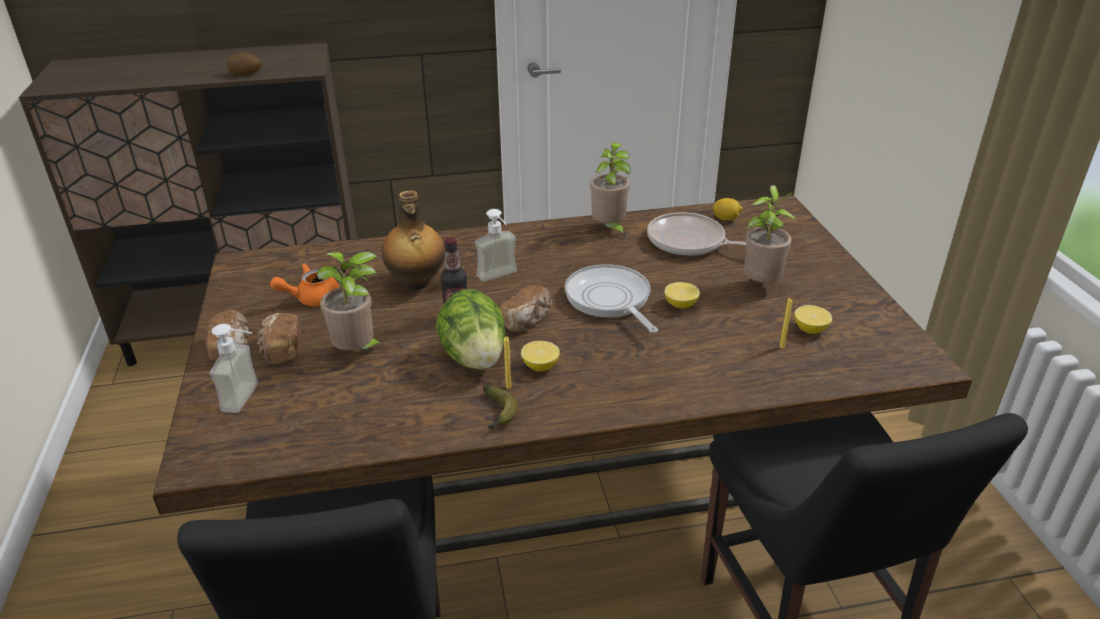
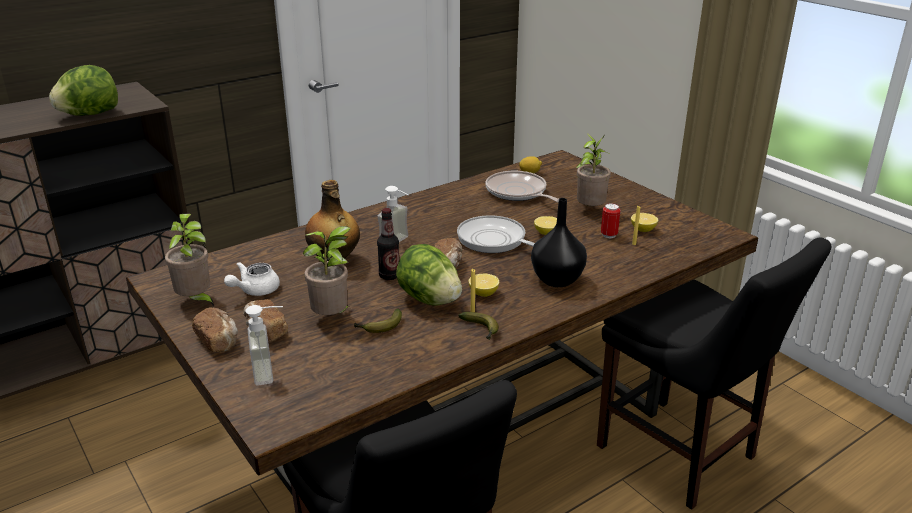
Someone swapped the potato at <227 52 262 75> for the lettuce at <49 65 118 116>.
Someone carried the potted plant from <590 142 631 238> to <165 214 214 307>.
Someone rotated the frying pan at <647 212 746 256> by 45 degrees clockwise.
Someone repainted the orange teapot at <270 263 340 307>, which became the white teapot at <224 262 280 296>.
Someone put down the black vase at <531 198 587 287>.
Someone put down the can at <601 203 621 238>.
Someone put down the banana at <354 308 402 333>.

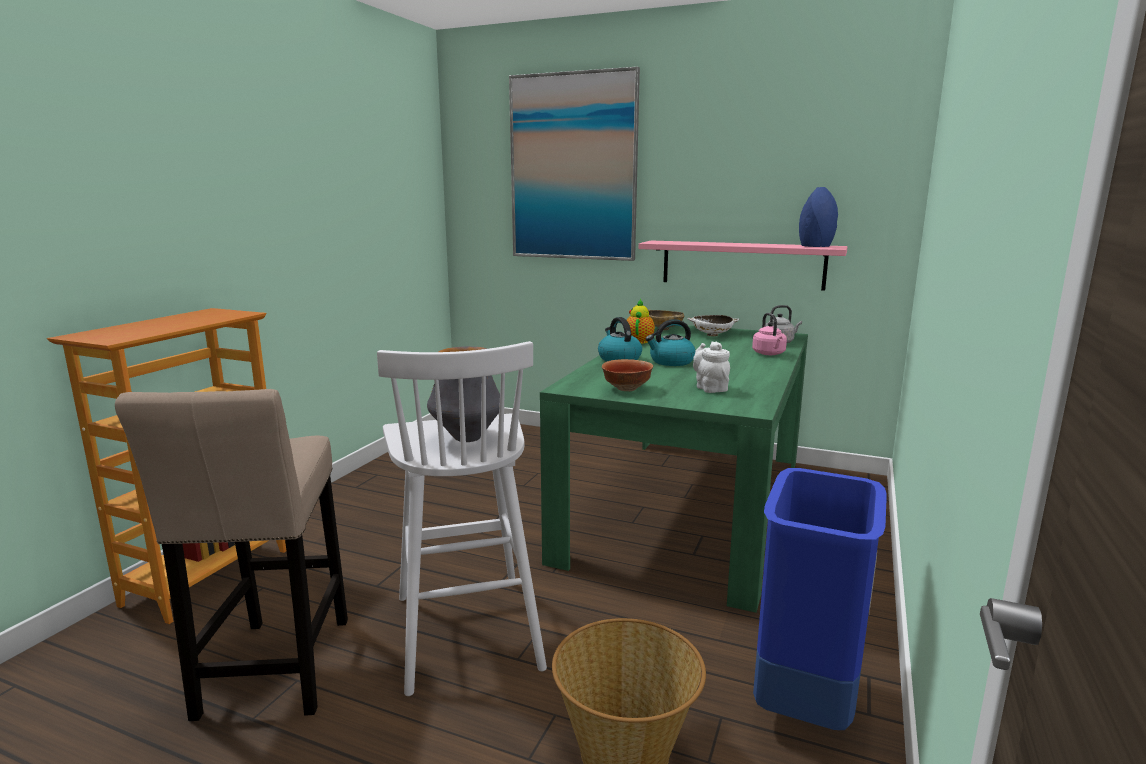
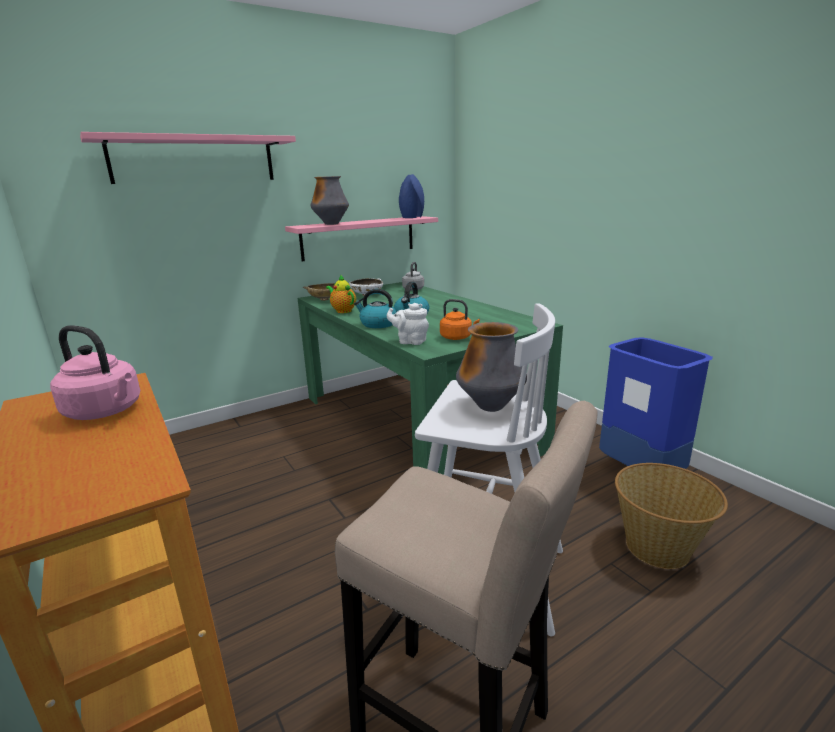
Someone swapped the picture at <509 67 640 261> for the pink shelf at <80 132 296 184>.
Someone carried the pink kettle from <752 313 787 355> to <50 325 140 420>.
Someone carried the white teapot from <693 341 730 393> to <387 303 429 345>.
Someone swapped the bowl at <602 359 653 391> for the orange kettle at <440 299 480 340>.
Someone put down the vase at <310 176 349 225>.

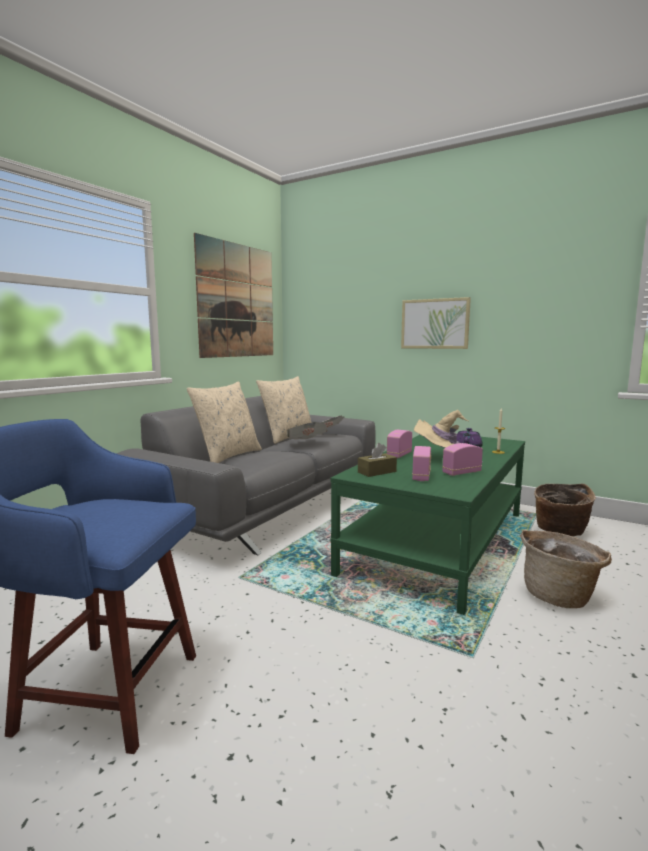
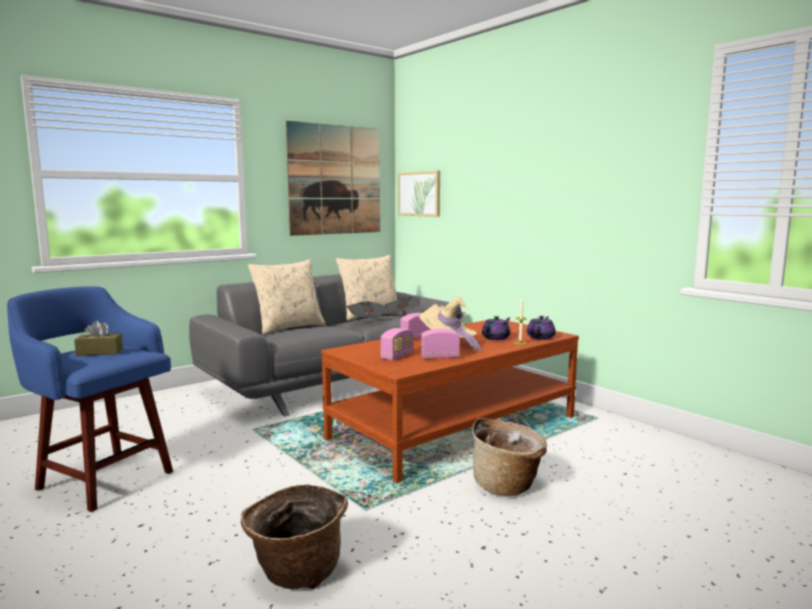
Someone carried the picture from <401 297 471 349> to <398 170 440 217>.
Someone repainted the green coffee table at <330 434 525 615>, which became the brown coffee table at <321 320 579 483>.
Someone carried the brown tissue box from <358 443 397 477> to <74 321 123 356>.
Someone carried the basket from <534 484 596 536> to <241 484 348 589>.
Someone put down the purple teapot at <527 316 556 340>.

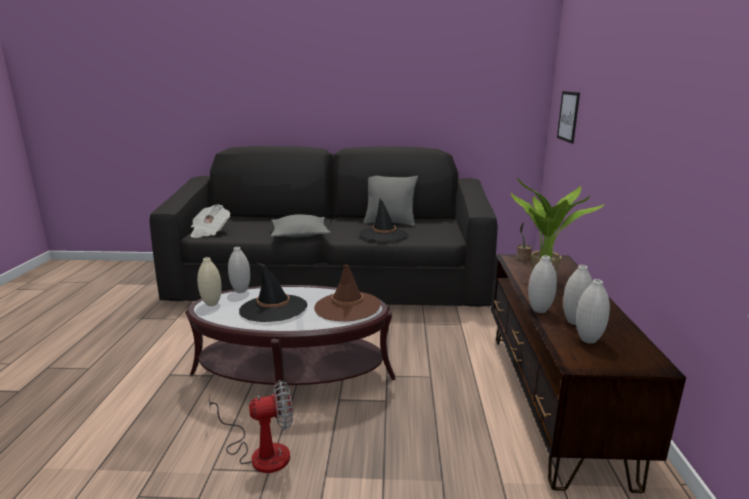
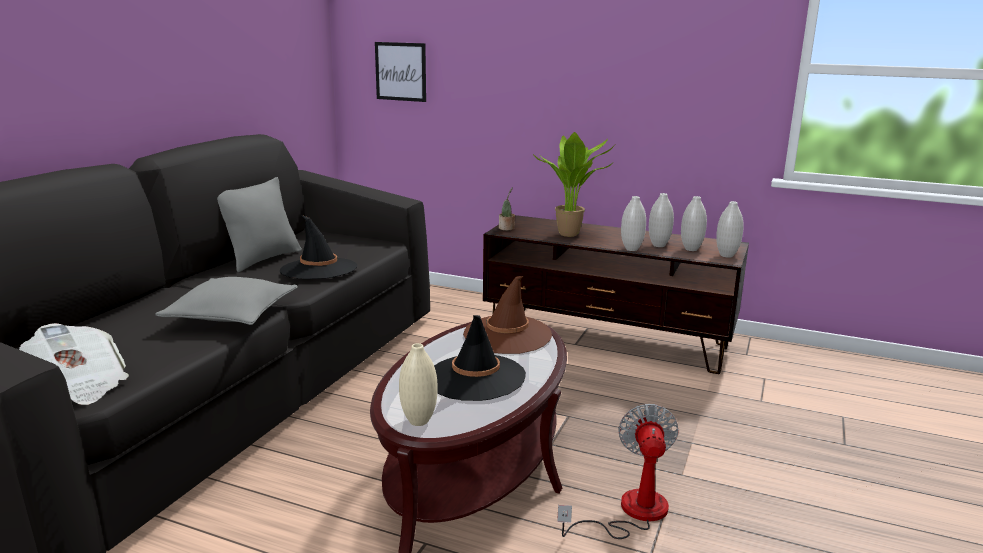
Someone carried the white vase from <228 247 250 293> to <716 201 744 258>.

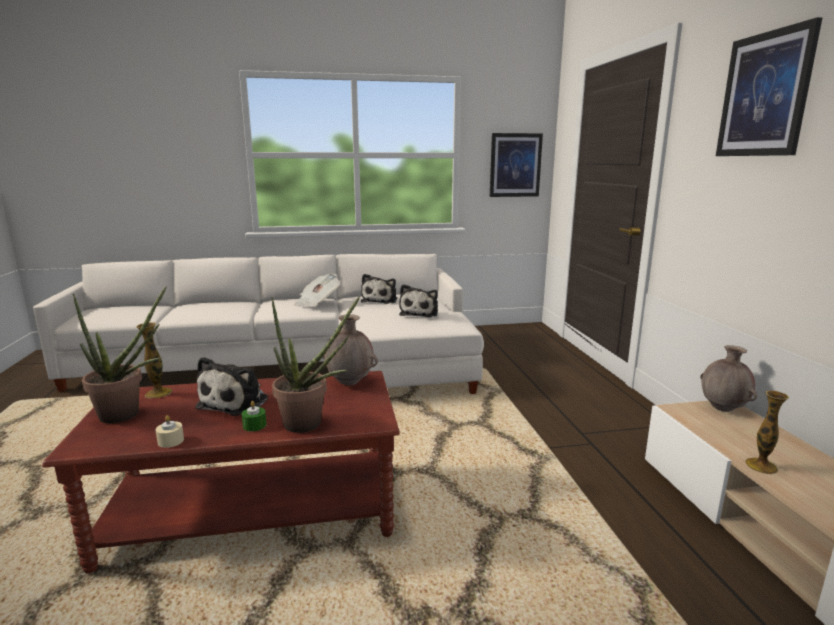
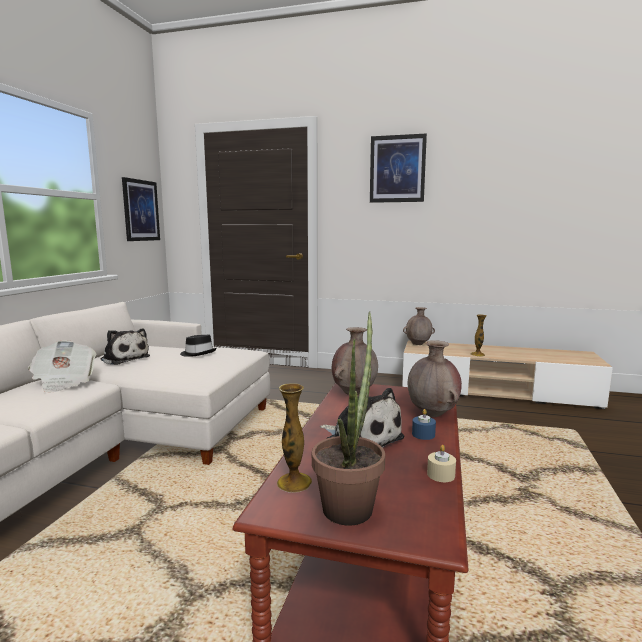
Someone swapped the plush toy at <399 284 438 317> for the black hat at <180 335 216 357>.
Someone swapped the potted plant at <271 296 360 433> for the brown vase at <408 340 462 417>.
Someone repainted the green candle at <242 401 267 431>, which became the blue candle at <412 409 436 440>.

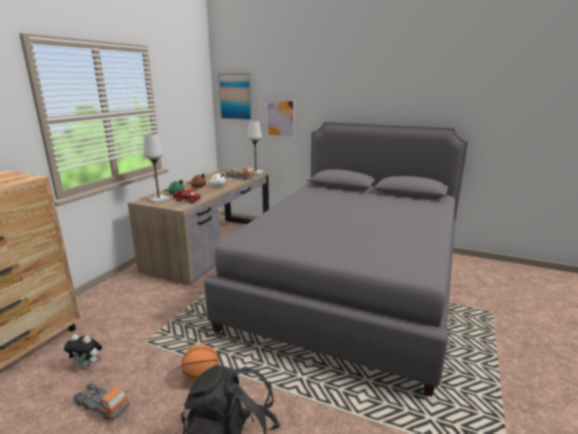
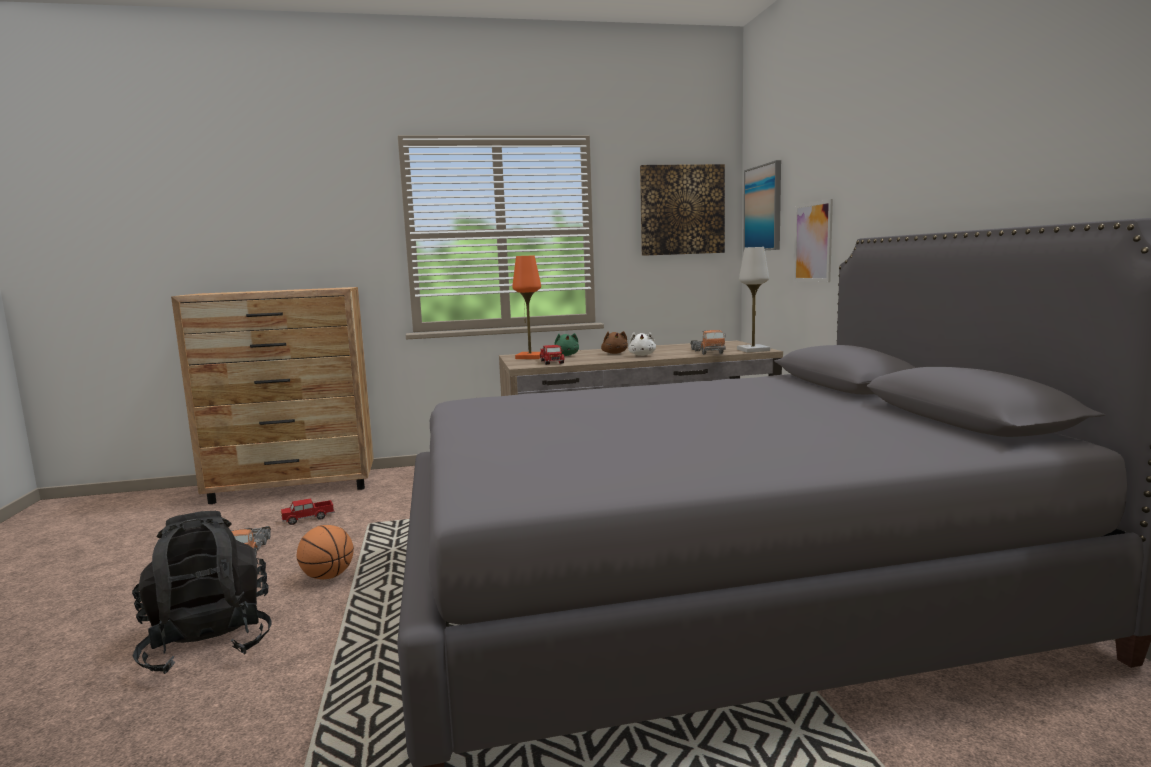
Someone repainted the white table lamp at <143 133 170 203>, which became the orange table lamp at <512 256 541 359>.
Someone swapped the plush toy at <64 334 102 368> for the toy truck at <281 498 335 525>.
Someone put up the picture at <640 164 725 256>.

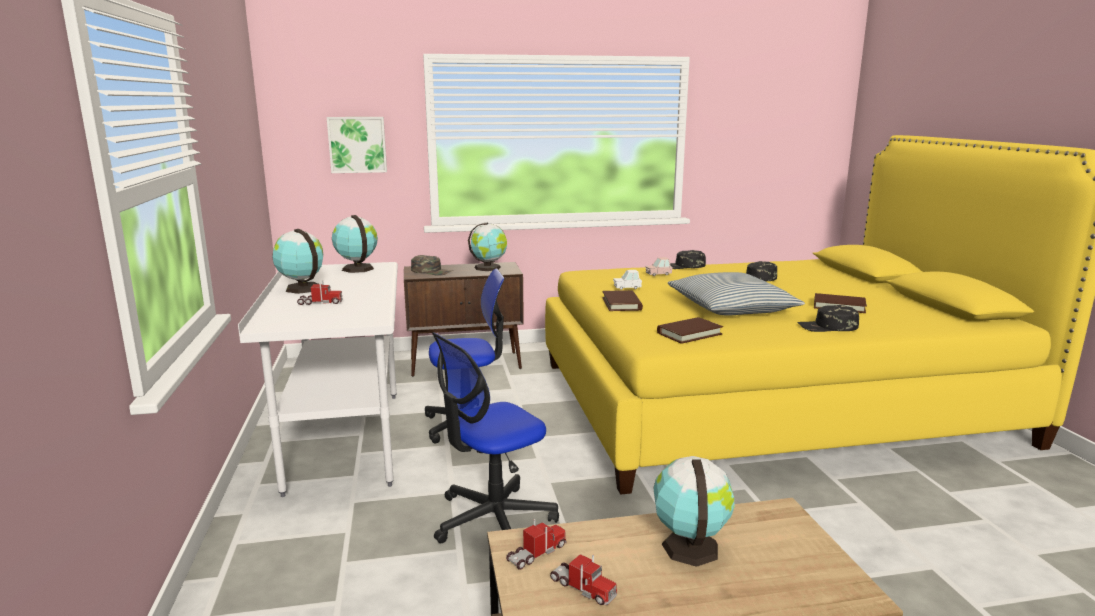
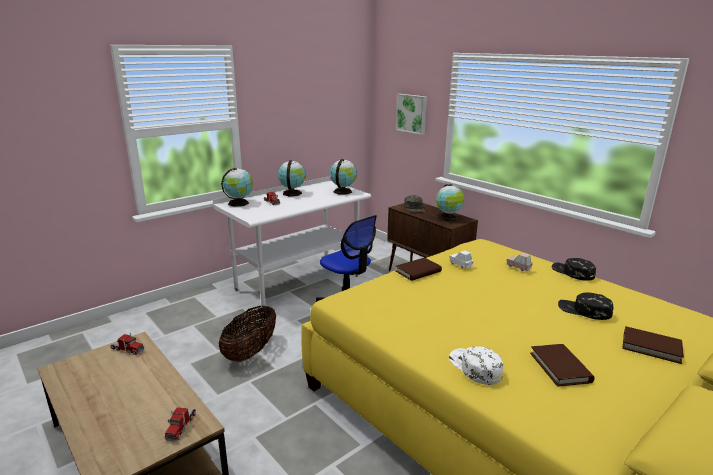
Someone took away the pillow at <668 272 805 316>.
Someone repainted the black cap at <797 305 859 332>, which became the white cap at <449 346 503 385>.
Someone carried the brown book from <657 317 723 344> to <622 326 684 364>.
Someone swapped the office chair at <432 332 559 543> for the basket at <219 305 276 362>.
Someone carried the globe from <654 456 735 567> to <221 168 253 207>.
Someone carried the toy truck from <550 554 617 605> to <165 407 196 442>.

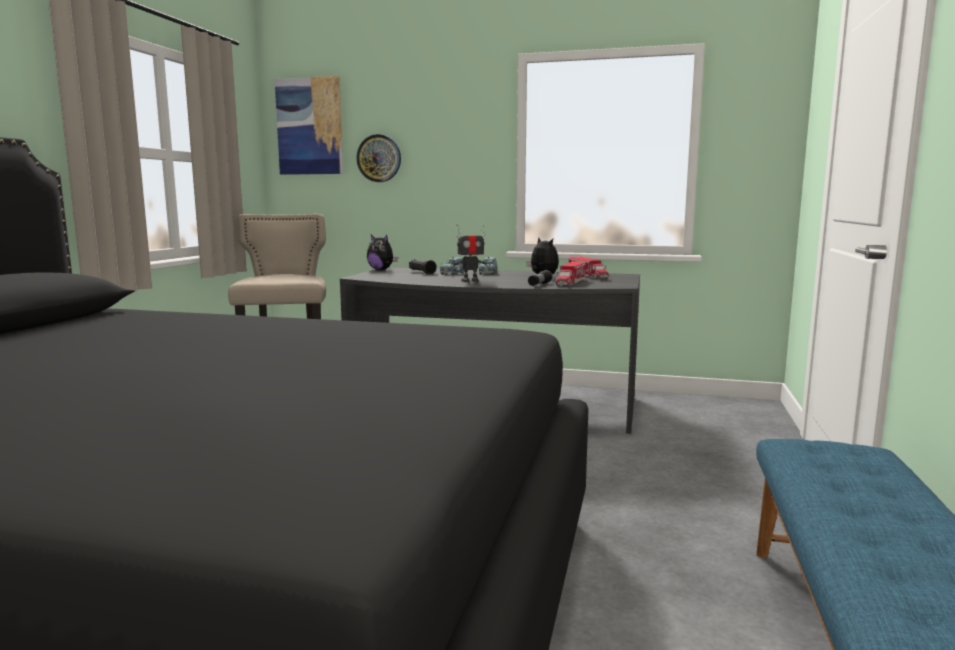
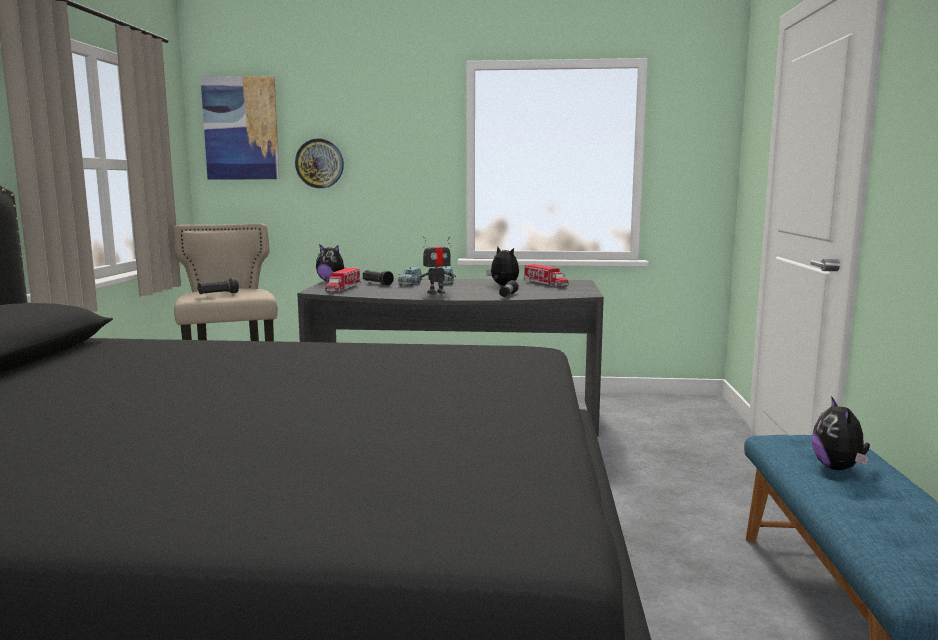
Someone carried the toy truck from <556 261 585 287> to <325 268 360 293>.
Someone put down the black flashlight at <197 278 239 294>.
Someone put down the plush toy at <811 396 870 470>.

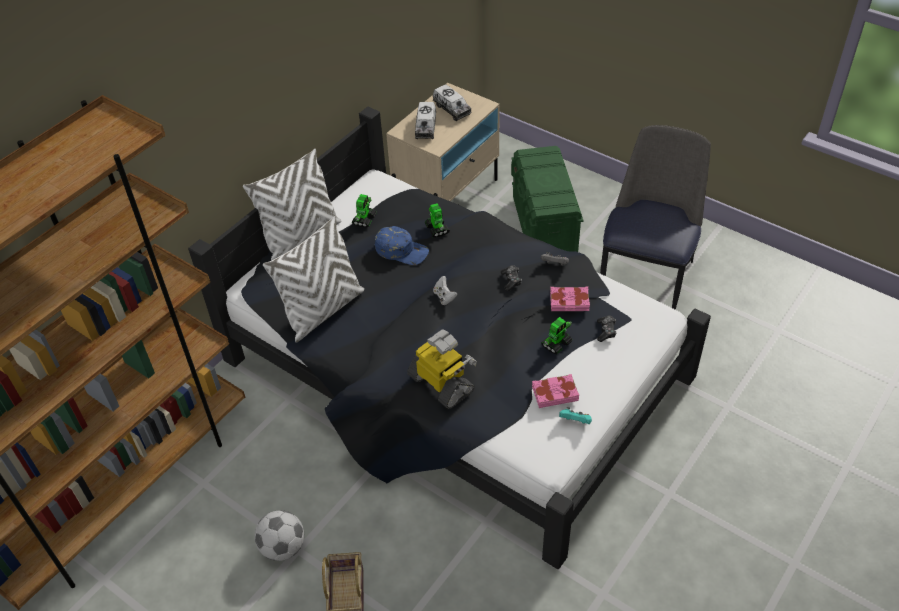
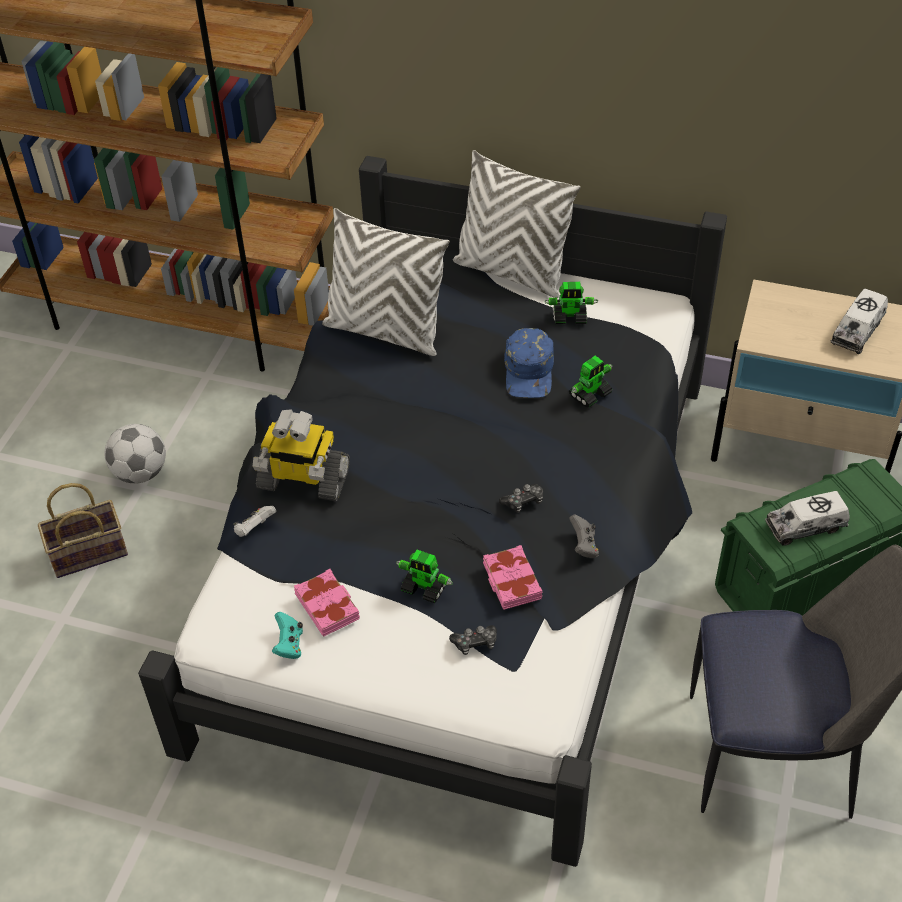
Someone carried the toy truck from <415 102 436 139> to <765 491 850 546>.
Someone carried the white game controller from <433 276 457 305> to <233 506 276 537>.
Someone rotated the toy robot at <407 329 477 409> by 75 degrees clockwise.

